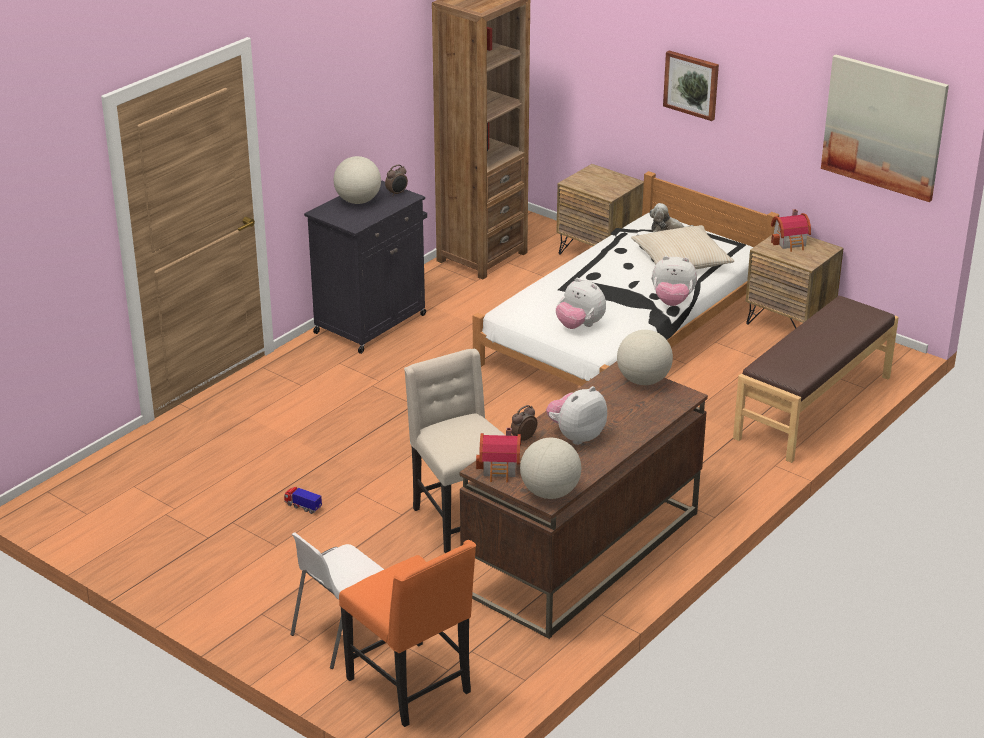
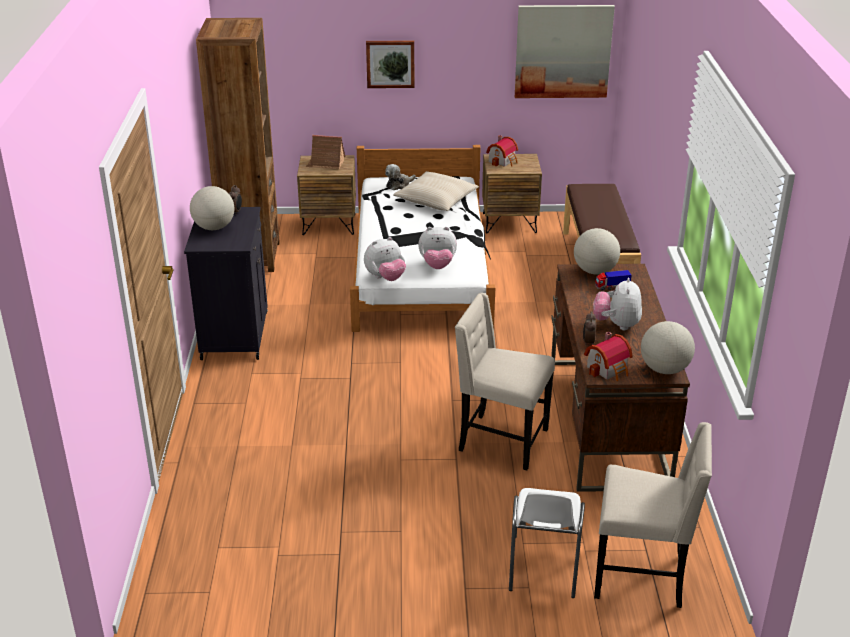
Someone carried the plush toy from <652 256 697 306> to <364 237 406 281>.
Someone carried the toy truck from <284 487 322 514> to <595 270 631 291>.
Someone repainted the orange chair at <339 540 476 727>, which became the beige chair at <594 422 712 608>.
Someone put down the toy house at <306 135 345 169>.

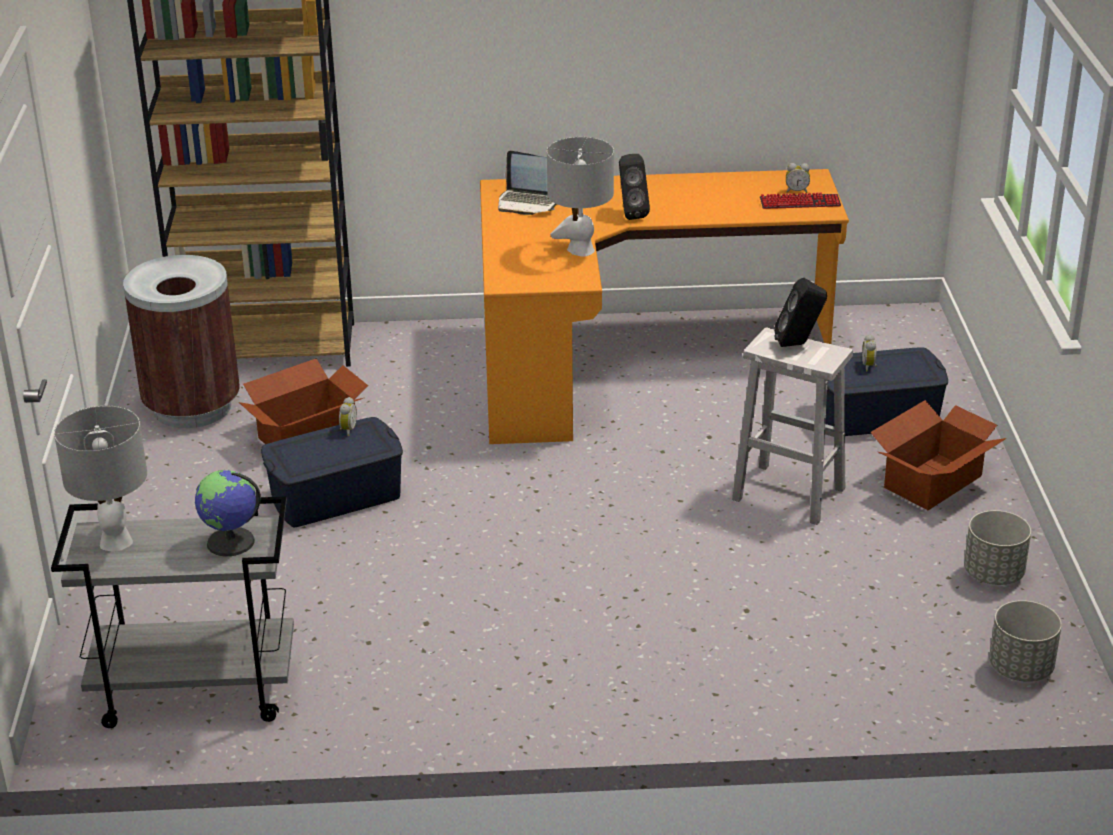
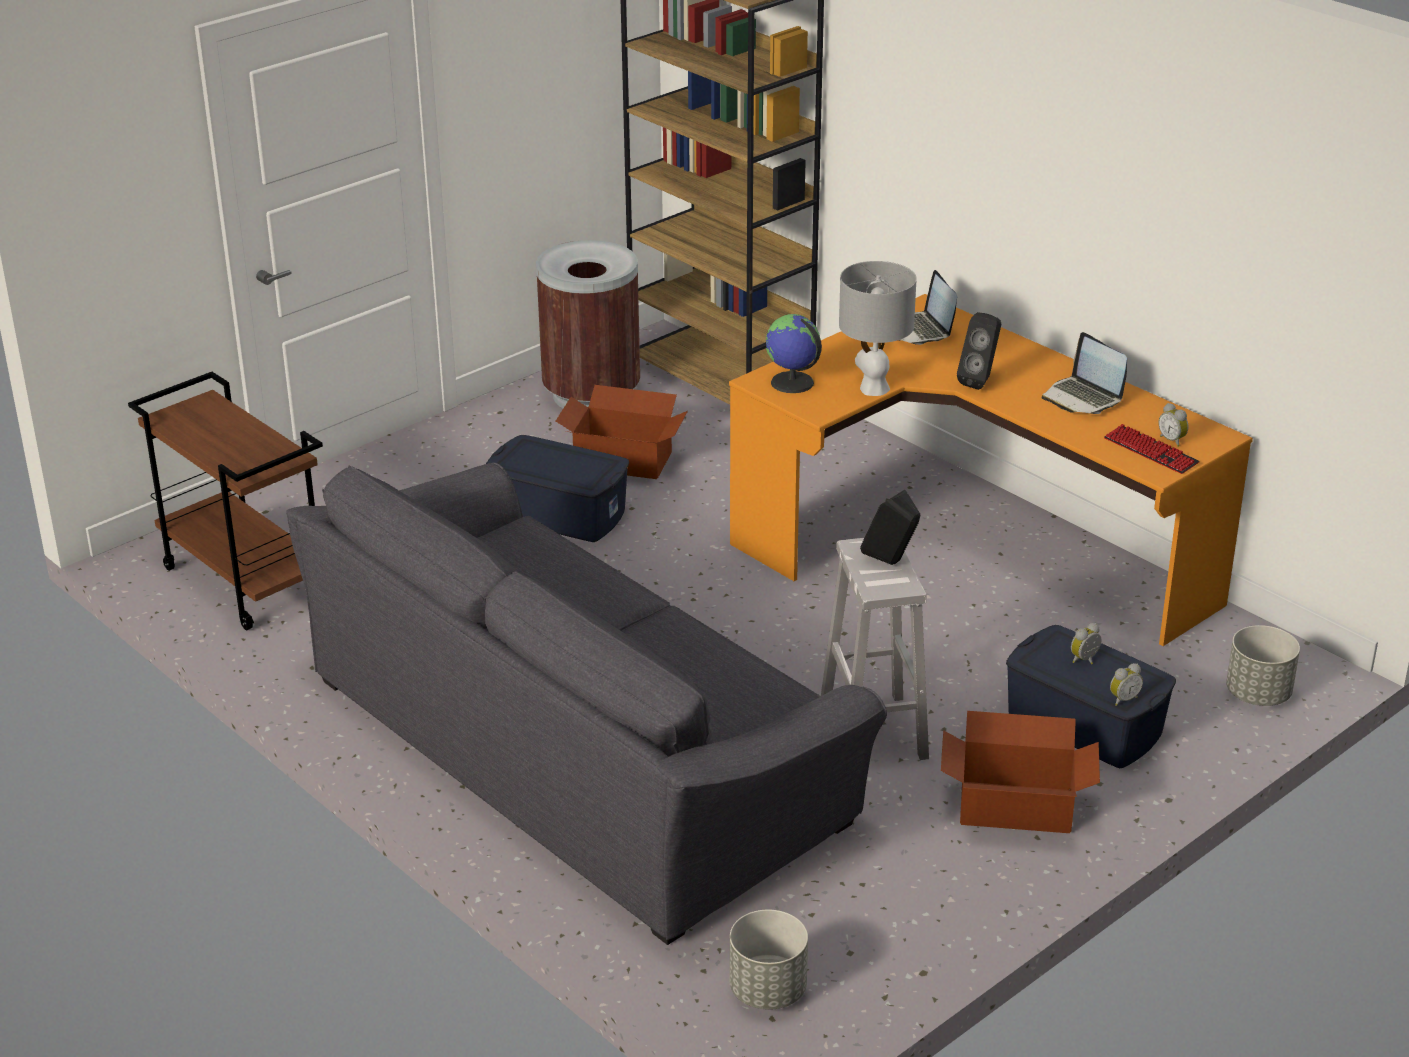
Someone carried the alarm clock from <339 397 357 436> to <1110 663 1143 706>.
Someone took away the grey table lamp at <54 406 147 552>.
Someone carried the globe from <195 470 261 556> to <766 314 822 393>.
Someone repainted the grey cart at <51 496 294 728>, which became the brown cart at <128 372 323 630>.
Someone carried the grey planter from <964 510 1031 585> to <1226 625 1300 706>.
Someone put down the laptop at <1042 332 1127 414>.
Someone put down the grey sofa at <286 463 887 945>.

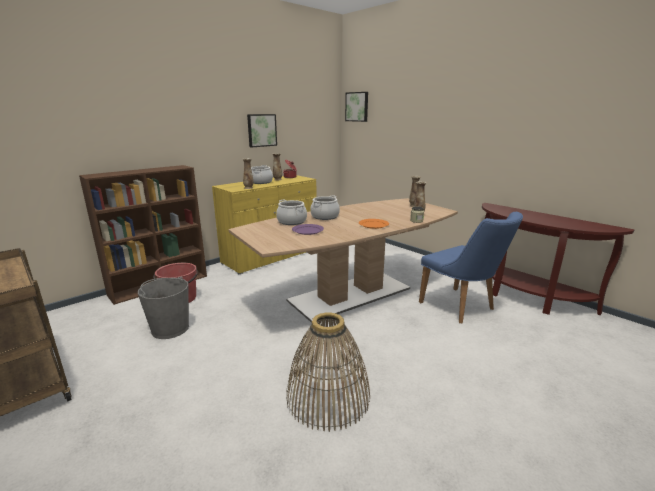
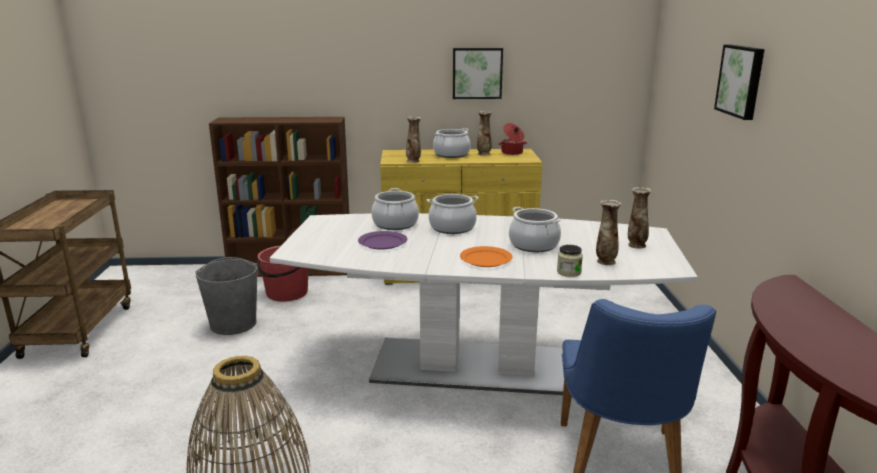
Someone carried the picture from <345 92 368 122> to <714 45 765 120>.
Someone repainted the brown dining table at <228 198 458 323>, which became the white dining table at <270 213 698 395>.
Someone put down the cooking pot at <509 207 561 252>.

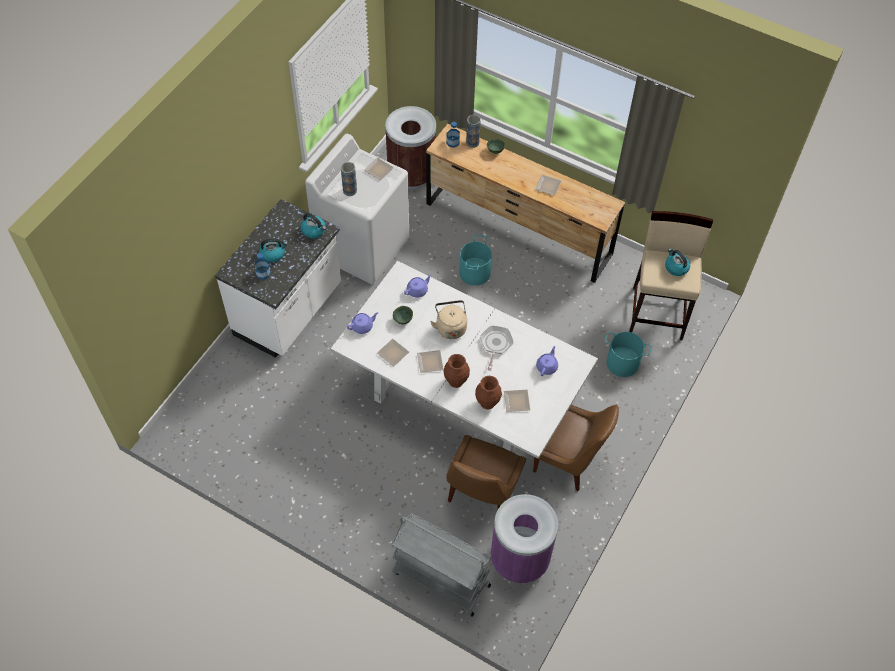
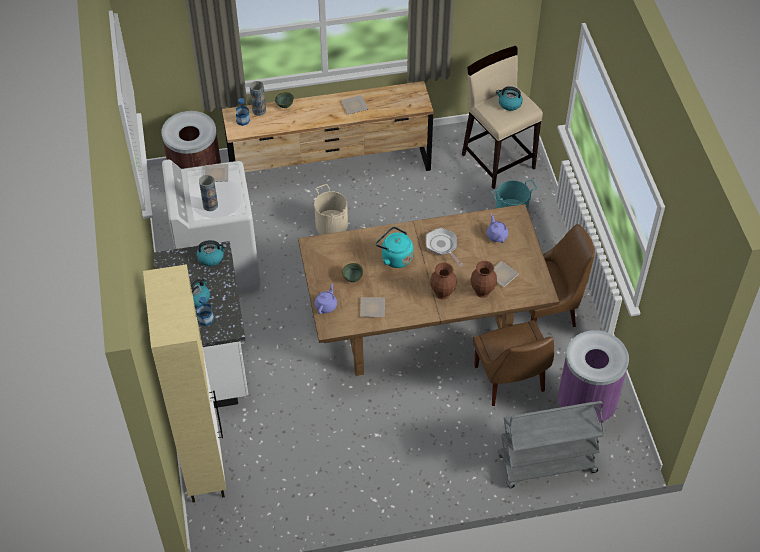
Someone repainted the turquoise bucket at <459 234 492 286>, which became the beige bucket at <314 184 348 235>.
Someone repainted the white dining table at <331 261 598 459>, which became the brown dining table at <298 204 559 376>.
Someone took away the purple teapot at <404 274 432 298>.
Someone repainted the beige kettle at <430 300 467 339>, which became the turquoise kettle at <376 227 413 268>.
Someone took away the plate at <417 350 444 373>.
Someone put down the beige cabinet at <143 264 226 503>.

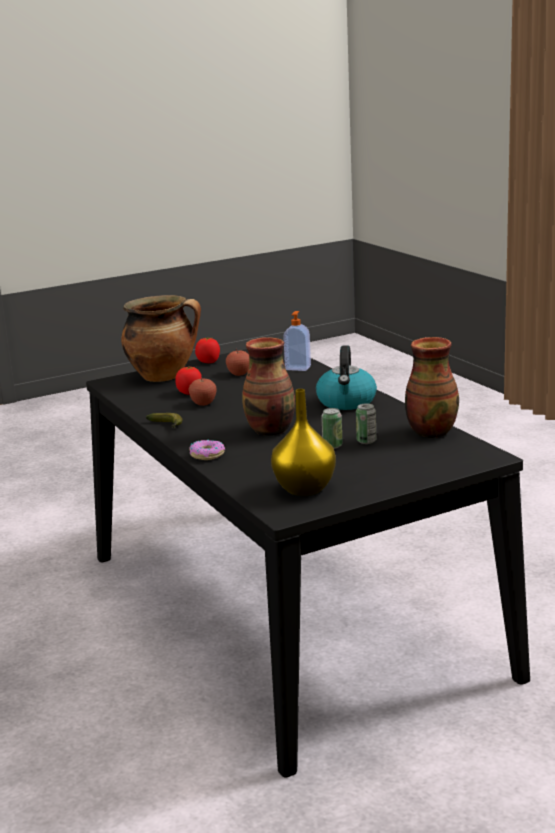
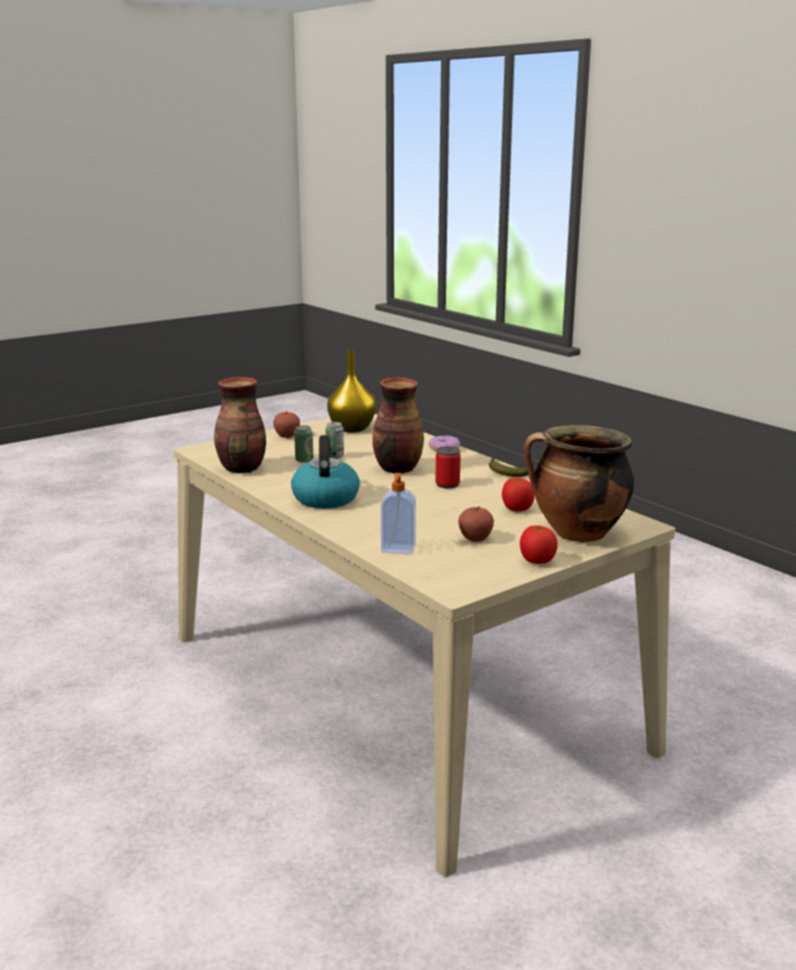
Someone repainted the black dining table at <86 346 530 778>, which became the beige dining table at <174 414 675 877>.
Someone carried the apple from <189 376 217 406> to <273 411 300 438>.
Someone put down the can at <435 447 461 488>.

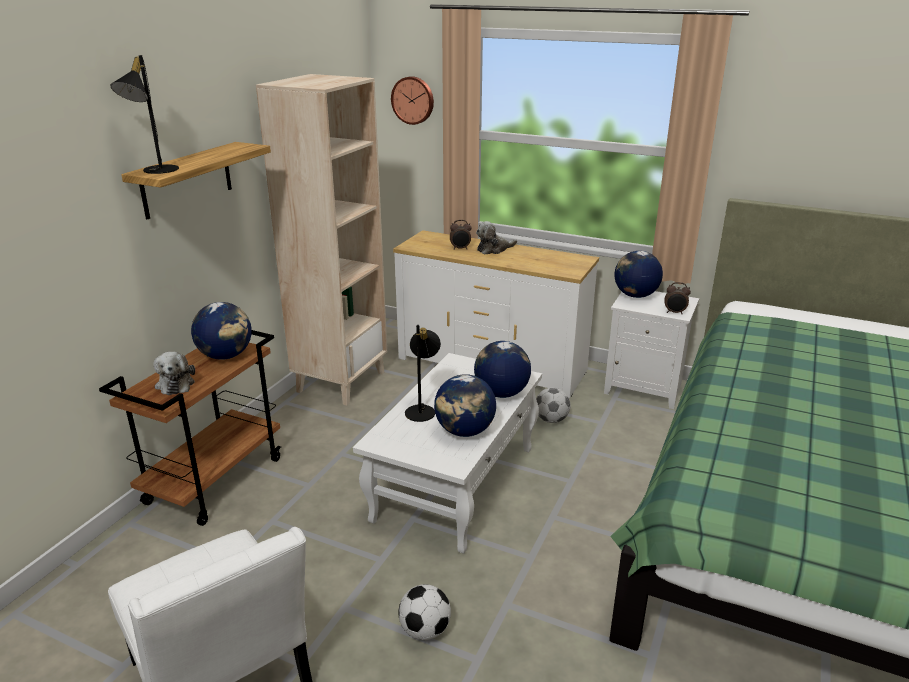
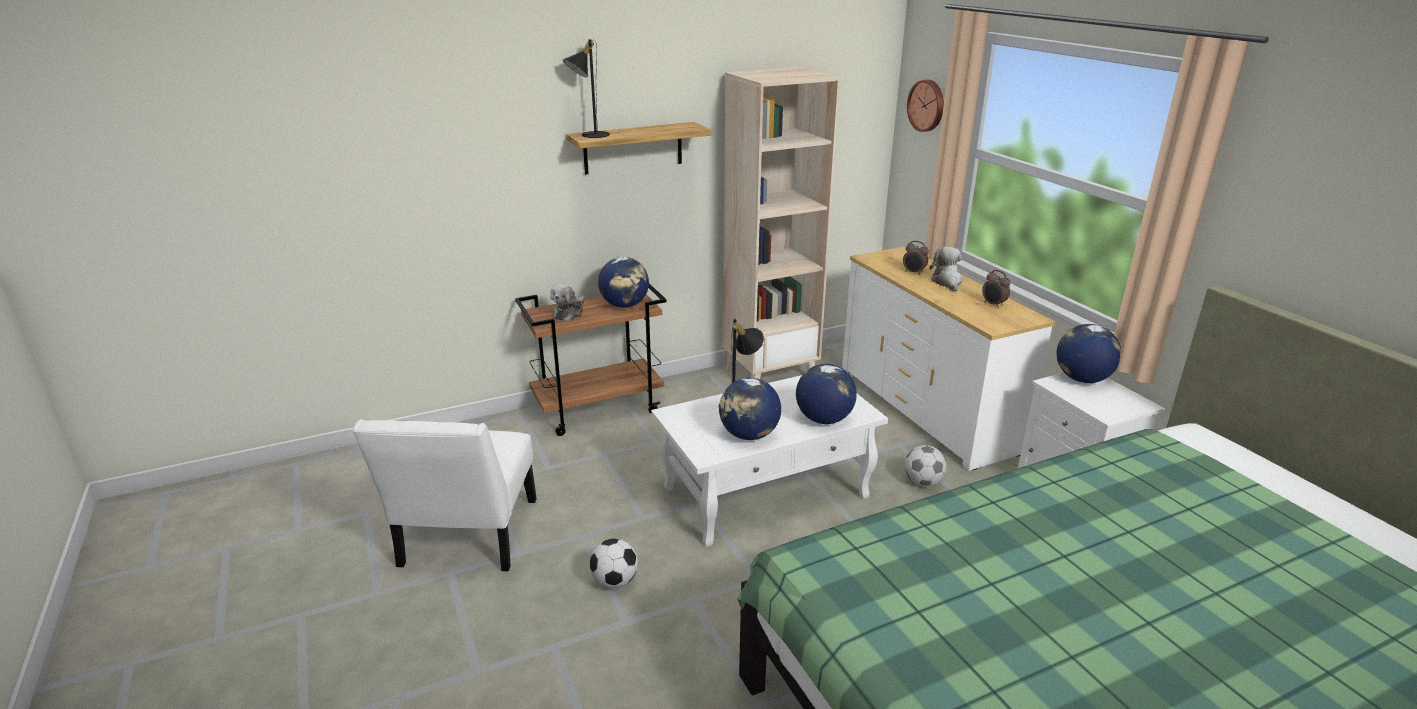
Someone rotated the plush toy at <476 221 517 255> by 75 degrees clockwise.
Someone carried the alarm clock from <664 282 691 313> to <982 270 1011 308>.

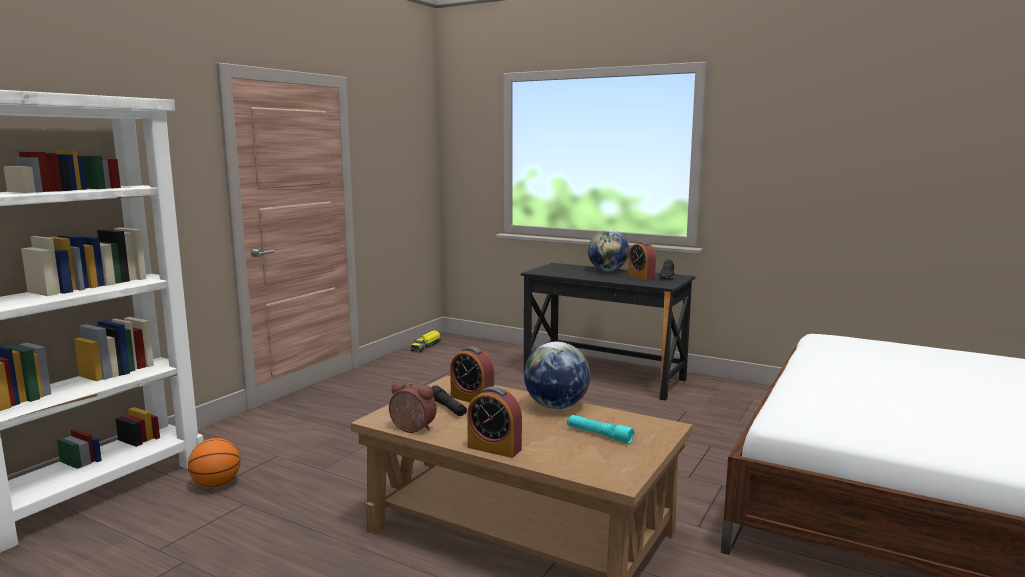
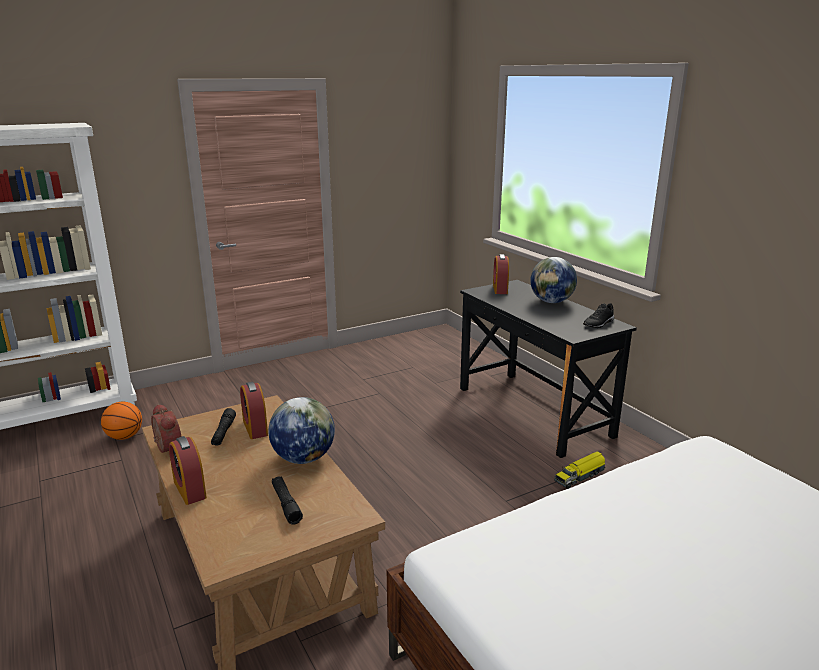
Someone carried the alarm clock from <628 241 656 280> to <493 254 509 294>.
Someone carried the toy truck from <411 330 441 352> to <554 451 606 489>.
Someone repainted the turquoise flashlight at <567 415 634 444>, which became the black flashlight at <272 477 303 525>.

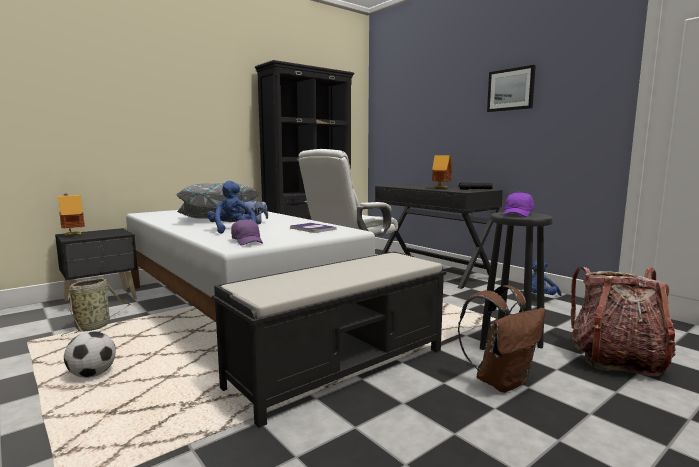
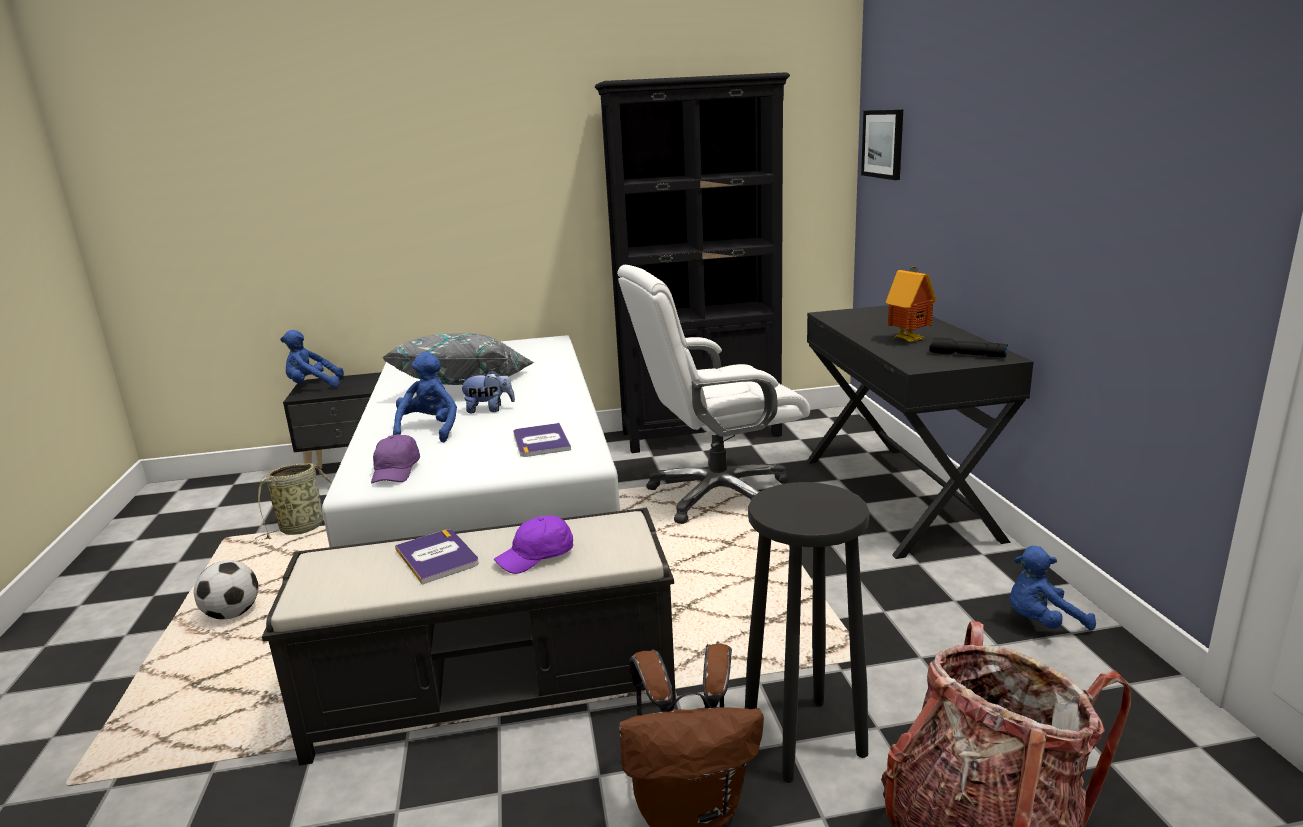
Someone carried the picture from <487 65 536 112> to <861 110 903 180>.
Someone carried the purple cap from <503 192 534 217> to <494 516 573 574>.
Someone swapped the toy house at <58 194 85 237> for the blue plush toy at <280 330 344 387>.
Someone put down the book at <395 529 479 585>.

